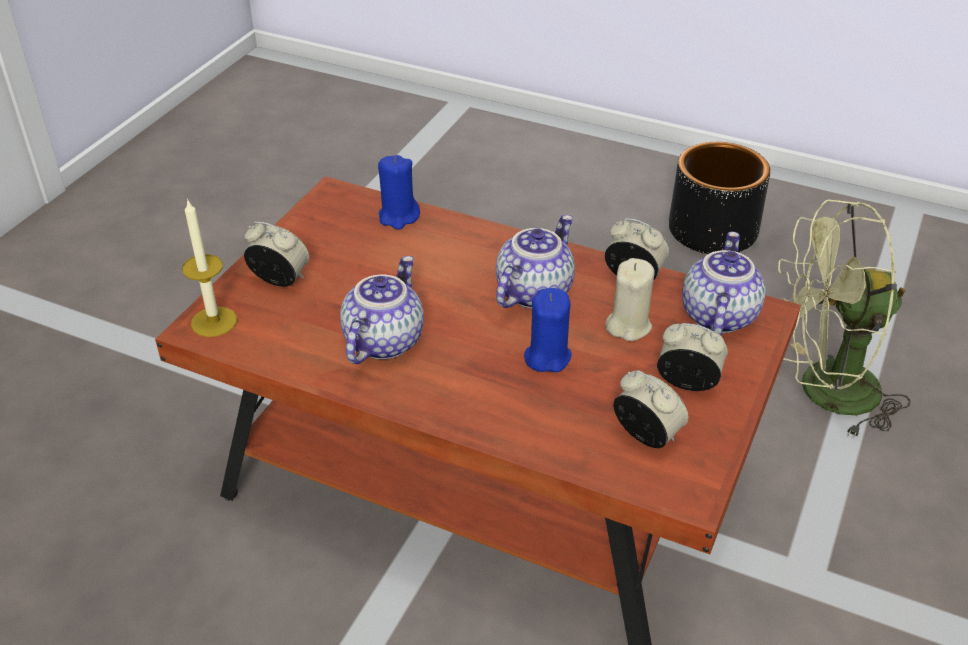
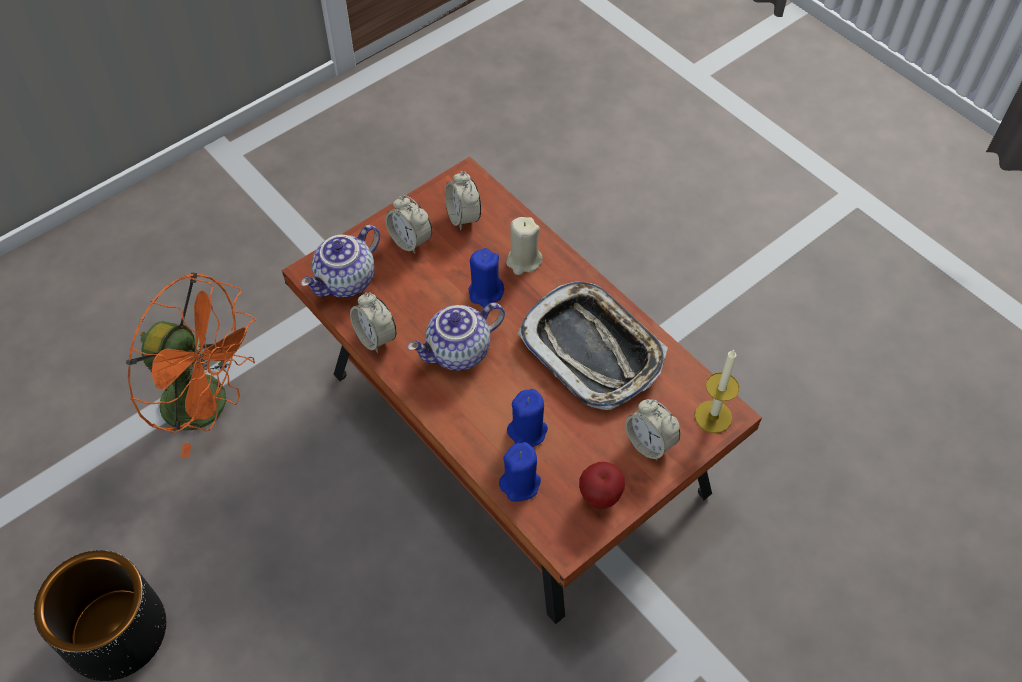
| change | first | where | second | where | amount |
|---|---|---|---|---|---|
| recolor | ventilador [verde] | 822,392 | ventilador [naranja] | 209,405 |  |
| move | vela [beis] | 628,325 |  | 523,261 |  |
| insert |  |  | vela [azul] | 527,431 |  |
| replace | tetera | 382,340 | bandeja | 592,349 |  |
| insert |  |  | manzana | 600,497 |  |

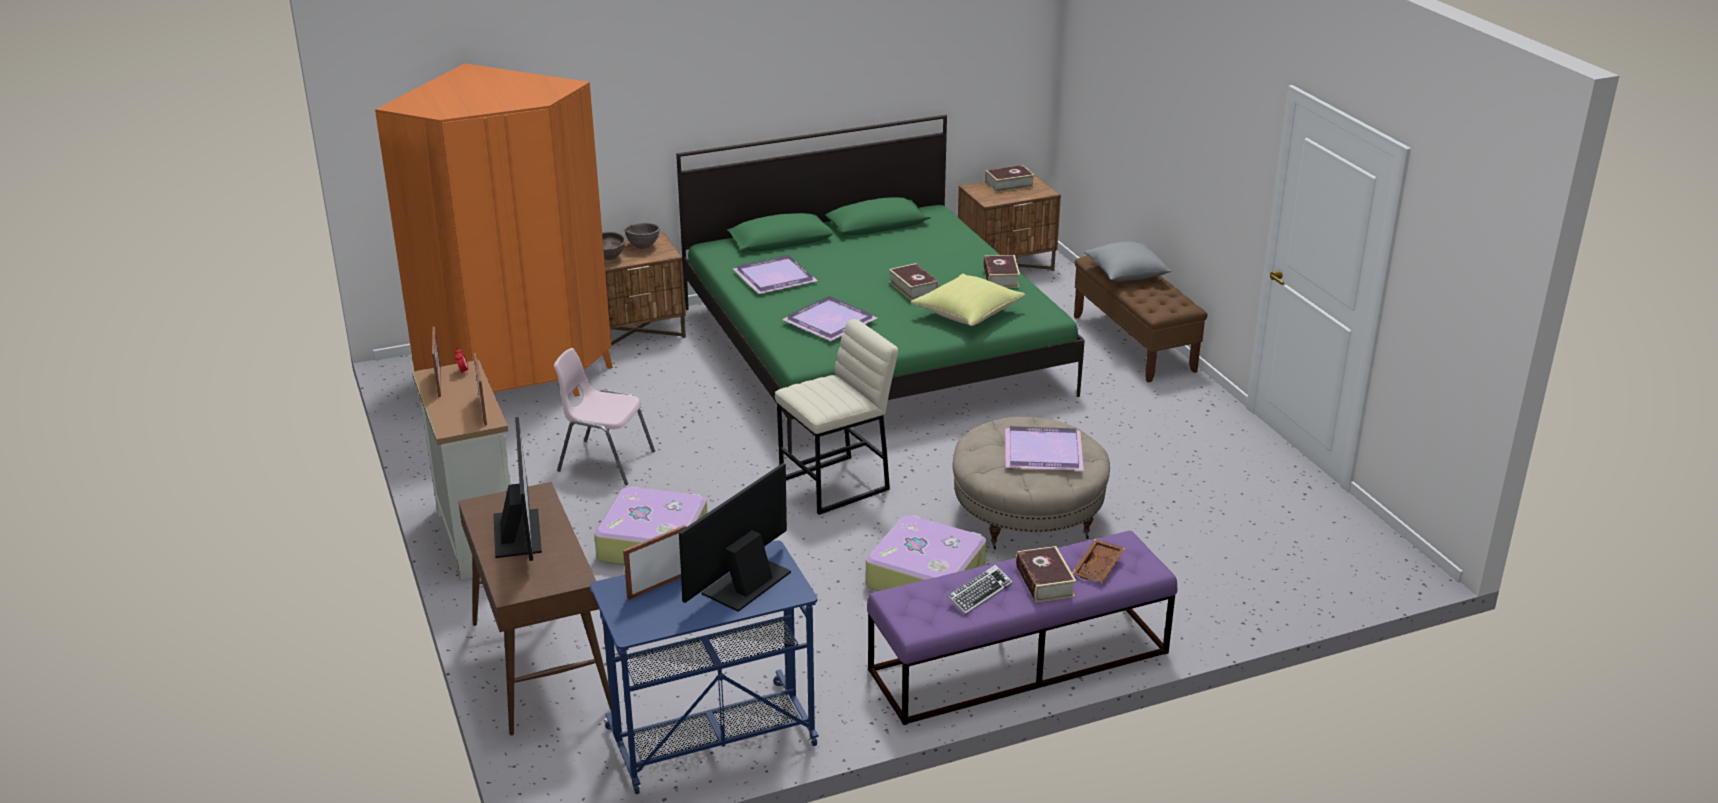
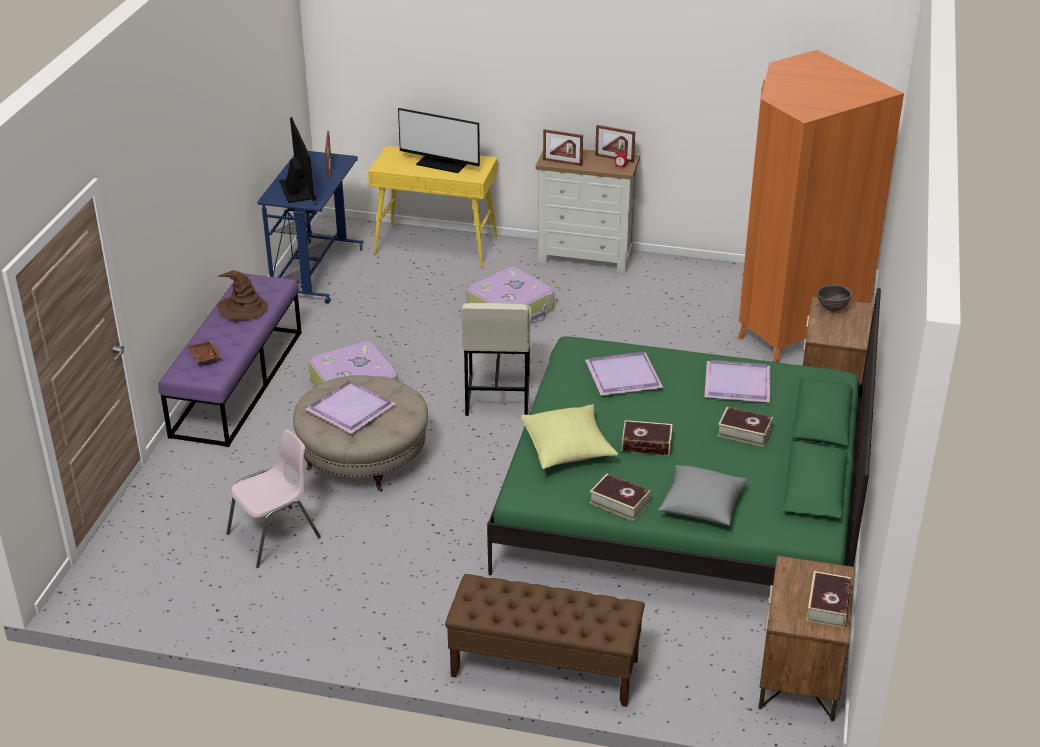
| change | first | where | second | where | amount |
|---|---|---|---|---|---|
| replace | teclado | 979,593 | sombrero [marrón] | 243,308 |  |
| move | silla [rosa] | 605,461 |  | 275,536 |  |
| recolor | mesa consola [marrón] | 540,665 | mesa consola [amarillo] | 436,245 |  |
| move | cojín [gris] | 1126,275 |  | 701,507 |  |
| move | libro | 1044,581 |  | 744,432 |  |
| delete | cuenco [marrón] | 643,247 |  |  |  |

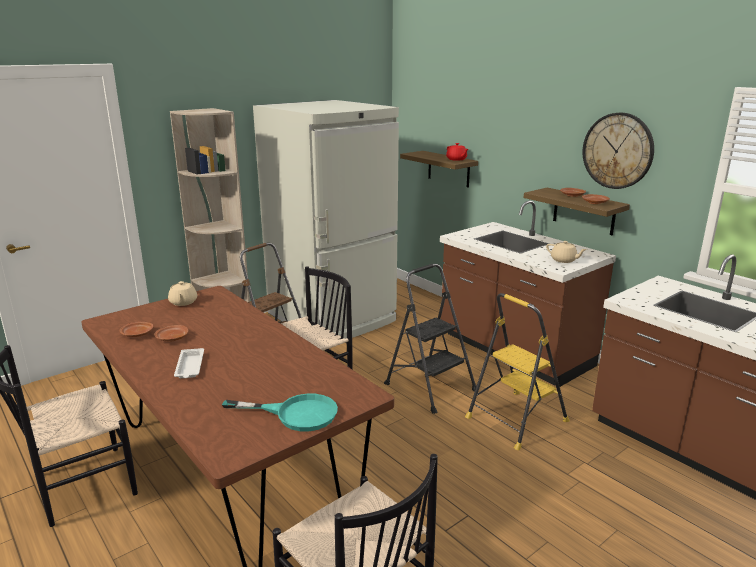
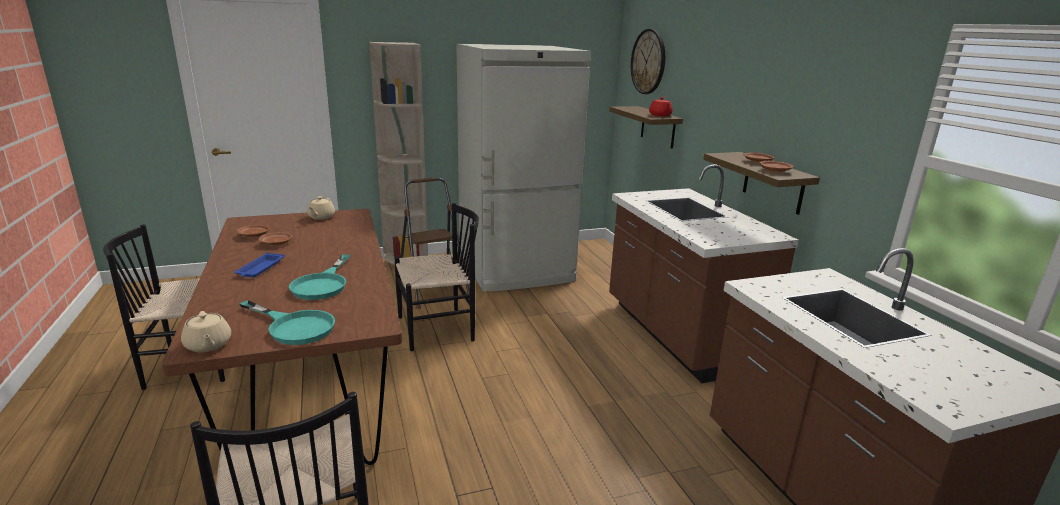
| change | first | where | second | where | amount |
|---|---|---|---|---|---|
| move | tetera [beis] | 564,260 |  | 208,345 |  |
| recolor | bandeja [blanco] | 190,367 | bandeja [azul] | 260,268 |  |
| insert |  |  | sartén [turquesa] | 323,284 |  |
| move | reloj de pared | 617,151 |  | 648,62 |  |
| delete | escalera de tijera [negro] | 428,385 |  |  |  |
| delete | escalera de tijera [amarillo] | 514,419 |  |  |  |

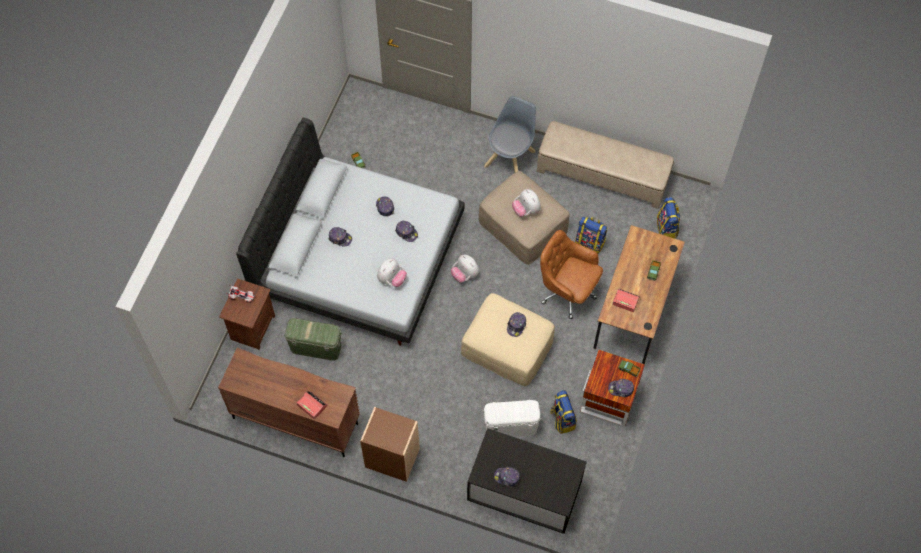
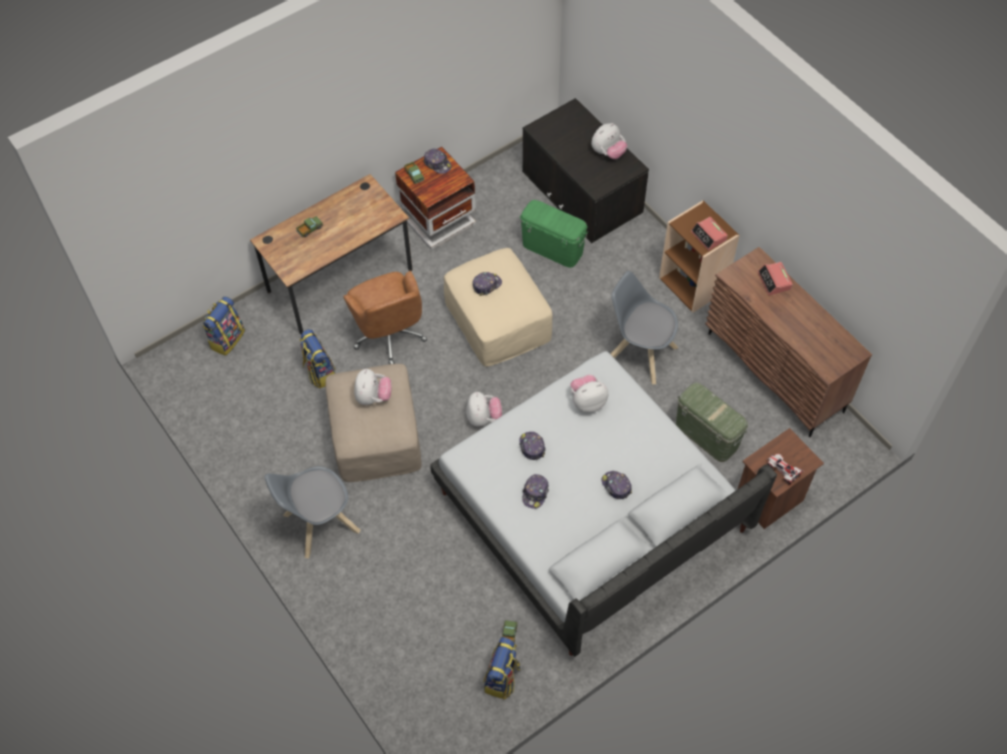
| change | first | where | second | where | amount |
|---|---|---|---|---|---|
| move | mochila | 562,419 |  | 502,678 |  |
| recolor | caja de almacenaje [blanco] | 511,426 | caja de almacenaje [verde] | 552,248 |  |
| replace | gorra | 507,477 | peluche | 608,153 |  |
| insert |  |  | silla [gris] | 639,353 |  |
| move | despertador | 625,300 |  | 708,236 |  |
| delete | banco [beis] | 603,174 |  |  |  |

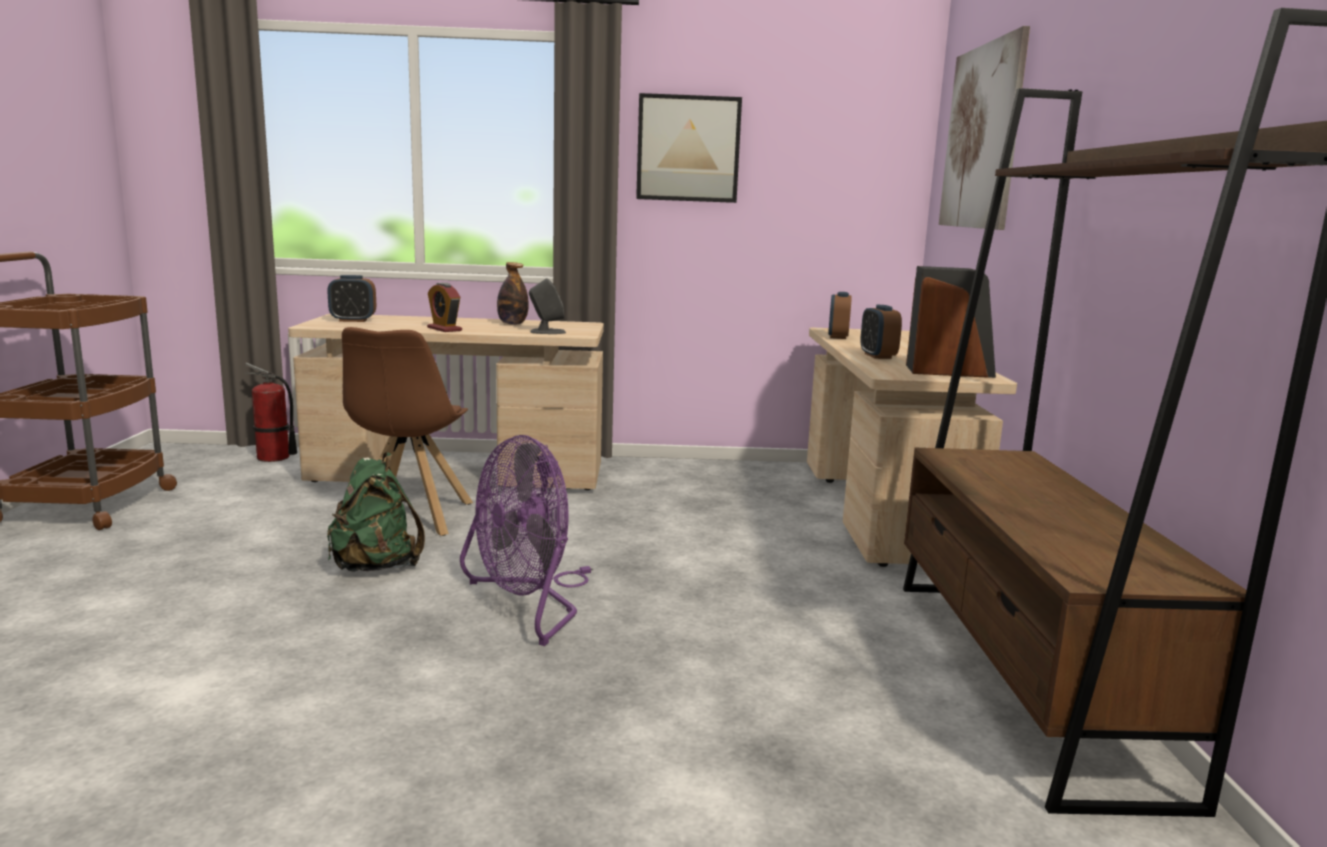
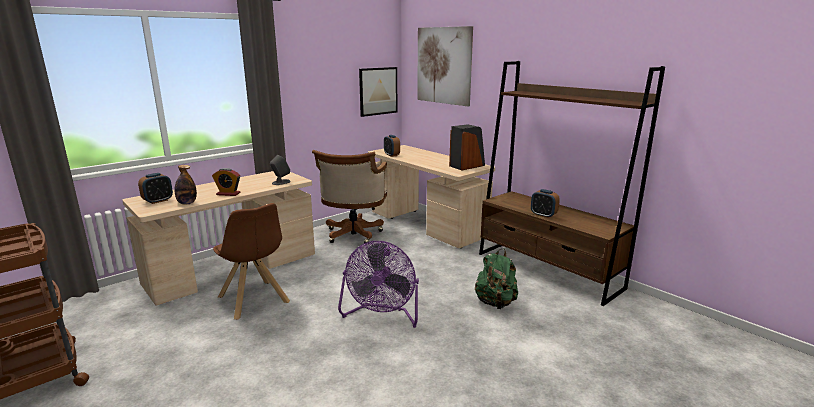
| change | first | where | second | where | amount |
|---|---|---|---|---|---|
| move | botella | 512,323 |  | 187,203 |  |
| insert |  |  | silla de oficina | 353,235 |  |
| move | cuadro | 688,149 |  | 378,91 |  |
| move | mochila [verde] | 376,567 |  | 495,303 |  |
| move | despertador | 877,356 |  | 543,215 |  |
| delete | extintor | 273,458 |  |  |  |

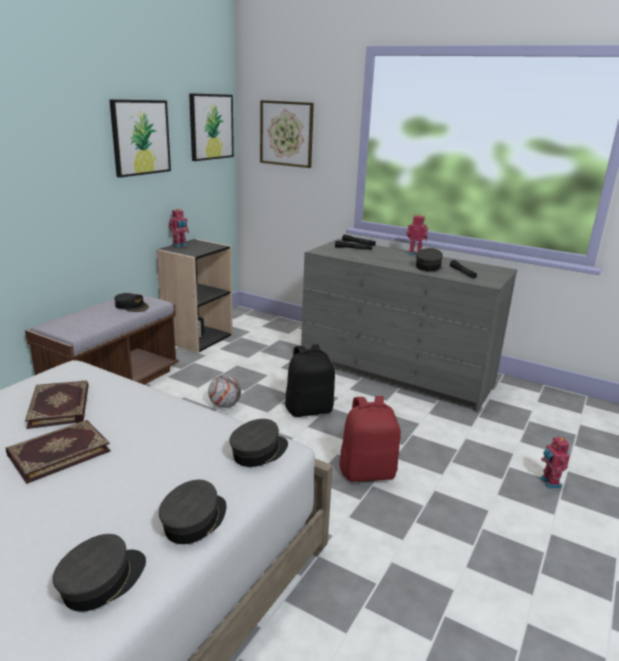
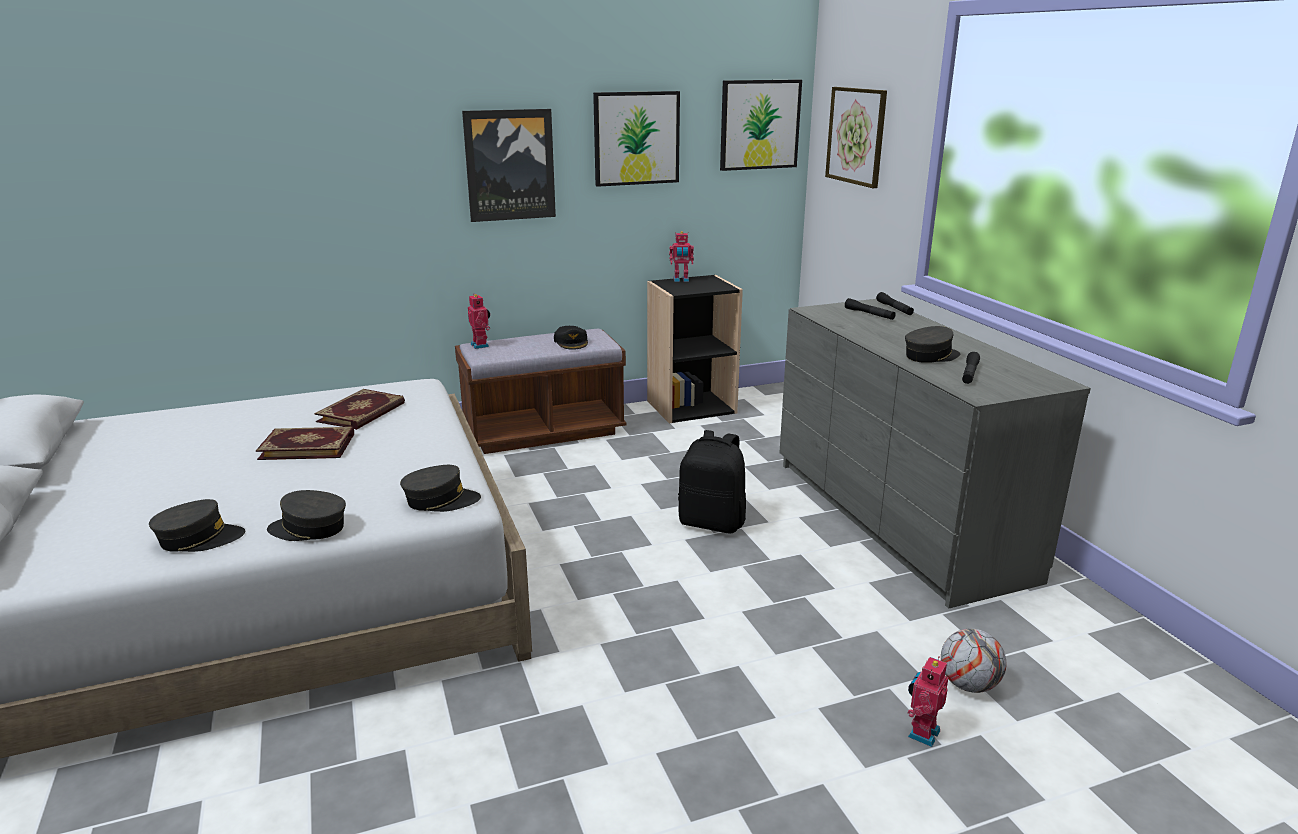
| change | first | where | second | where | amount |
|---|---|---|---|---|---|
| rotate | gorra [gris] | 194,521 |  | 309,528 | 150 degrees counterclockwise |
| insert |  |  | cuadro | 510,165 |  |
| move | robot de juguete | 415,254 |  | 481,345 |  |
| move | balón de fútbol | 225,405 |  | 968,685 |  |
| delete | mochila [rojo] | 367,472 |  |  |  |

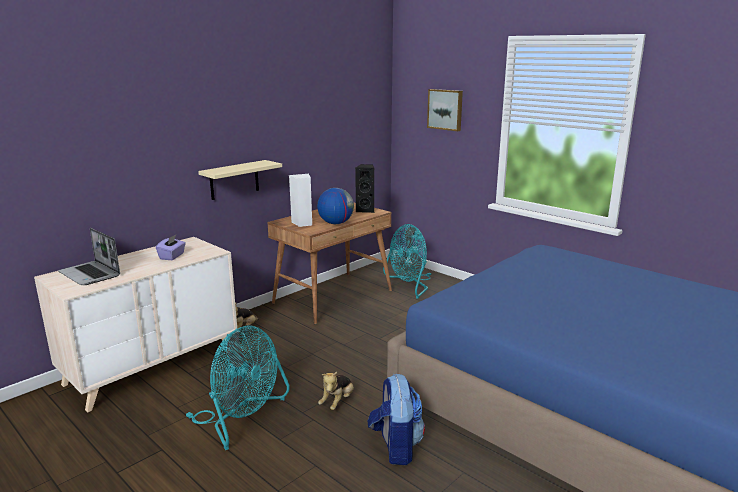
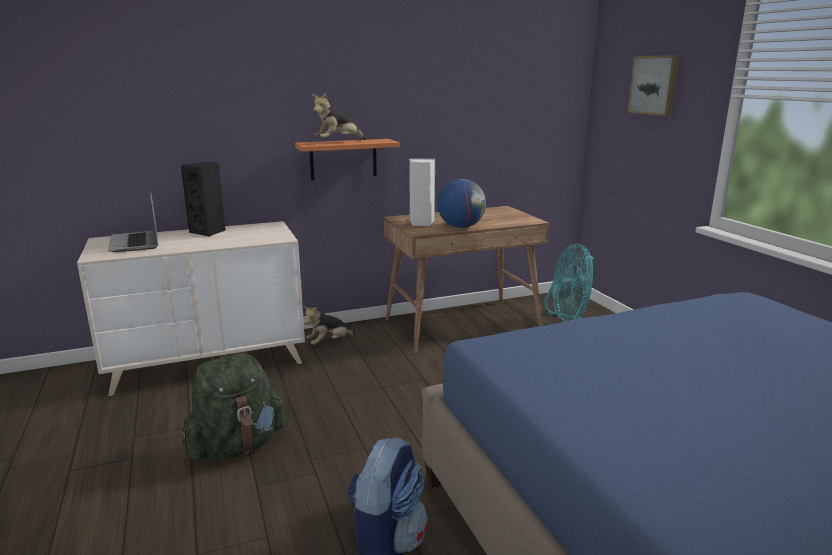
| change | first | where | second | where | amount |
|---|---|---|---|---|---|
| move | altavoz [negro] | 366,210 |  | 209,232 |  |
| replace | ventilador [turquesa] | 239,419 | mochila [verde] | 237,446 |  |
| recolor | estante [beis] | 234,180 | estante [naranja] | 343,159 |  |
| move | peluche | 338,402 |  | 338,142 |  |
| delete | caja de pañuelos [morado] | 172,256 |  |  |  |

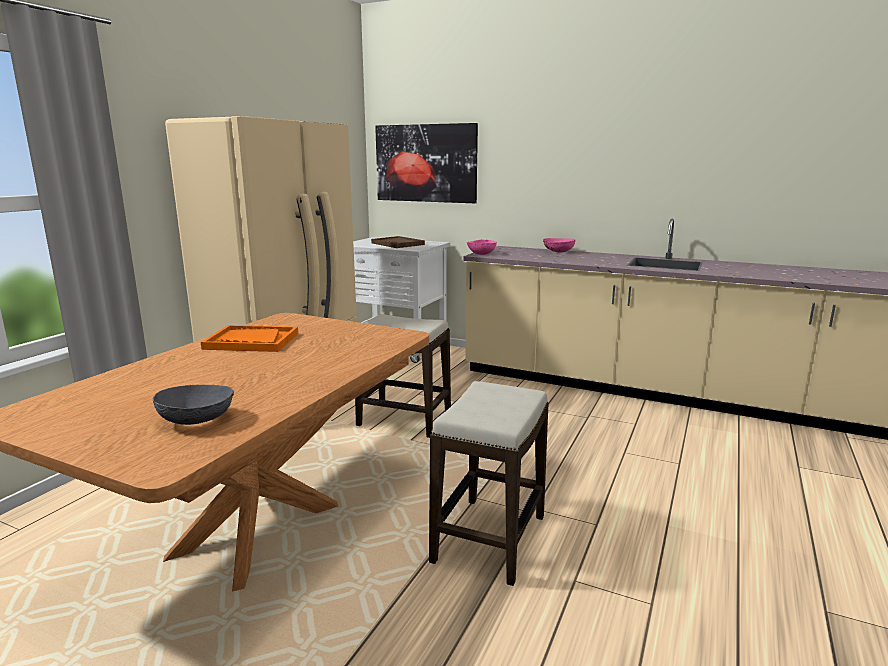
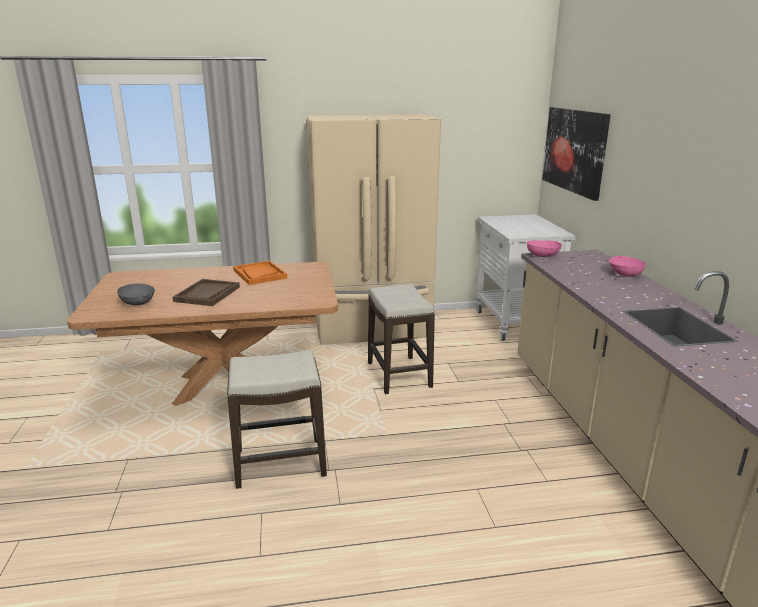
| change | first | where | second | where | amount |
|---|---|---|---|---|---|
| move | bandeja [marrón] | 398,244 |  | 207,294 |  |

